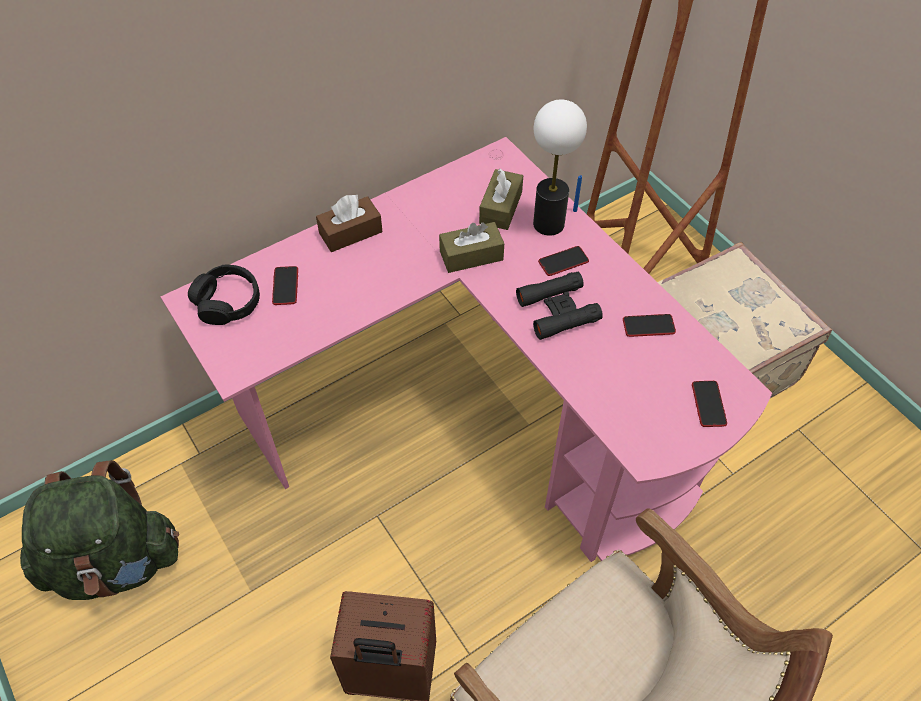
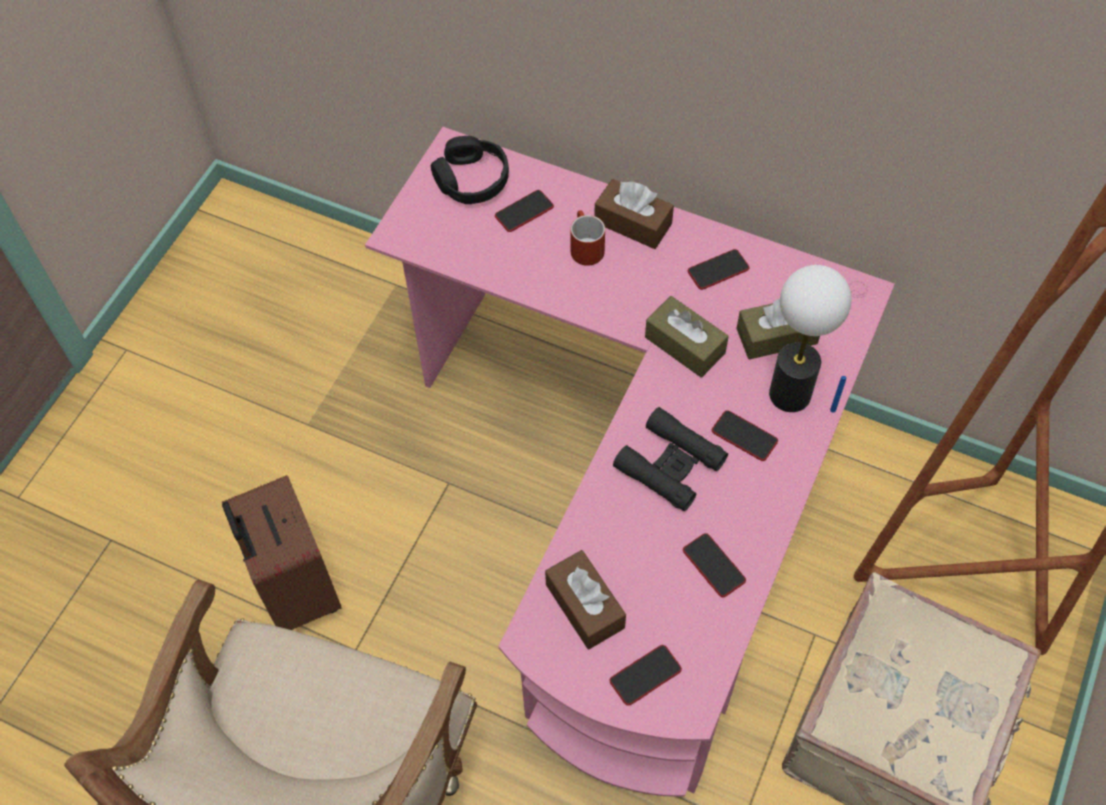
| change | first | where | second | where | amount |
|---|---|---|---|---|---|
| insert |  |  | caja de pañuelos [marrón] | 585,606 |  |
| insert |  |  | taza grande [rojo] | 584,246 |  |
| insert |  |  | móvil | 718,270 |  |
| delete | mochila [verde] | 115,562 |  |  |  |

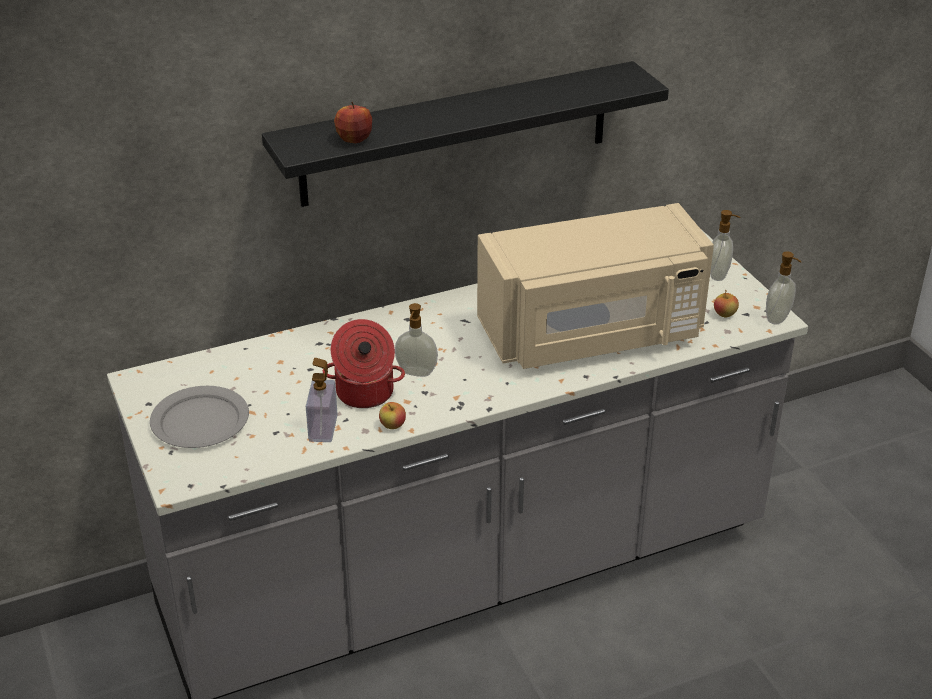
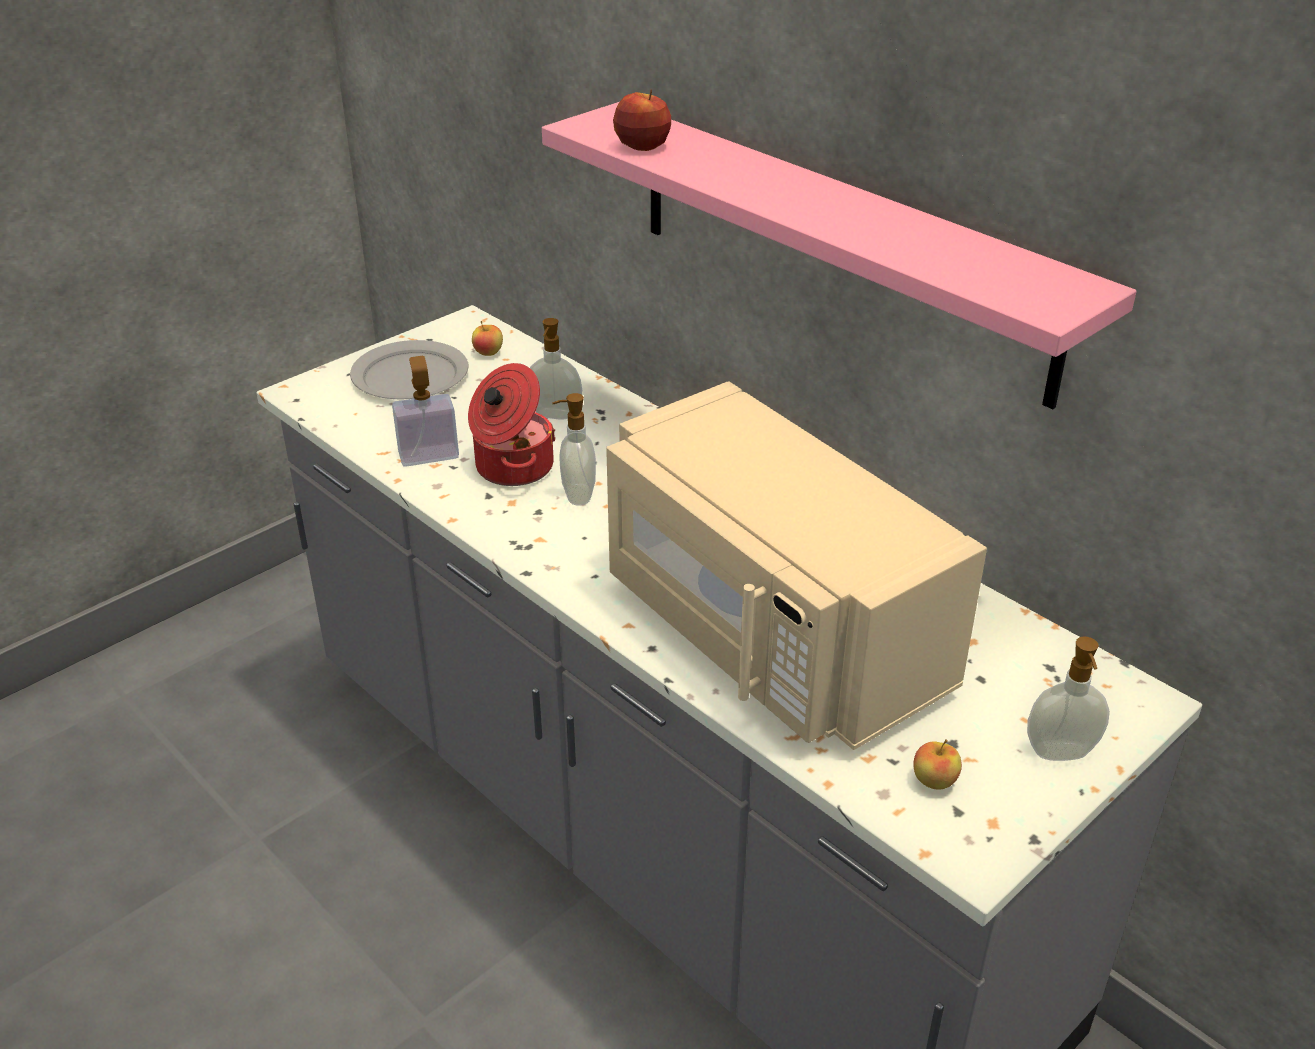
| change | first | where | second | where | amount |
|---|---|---|---|---|---|
| move | manzana | 393,425 |  | 488,353 |  |
| move | dispensador de jabón | 778,318 |  | 554,415 |  |
| recolor | estante [negro] | 456,134 | estante [rosa] | 837,247 |  |

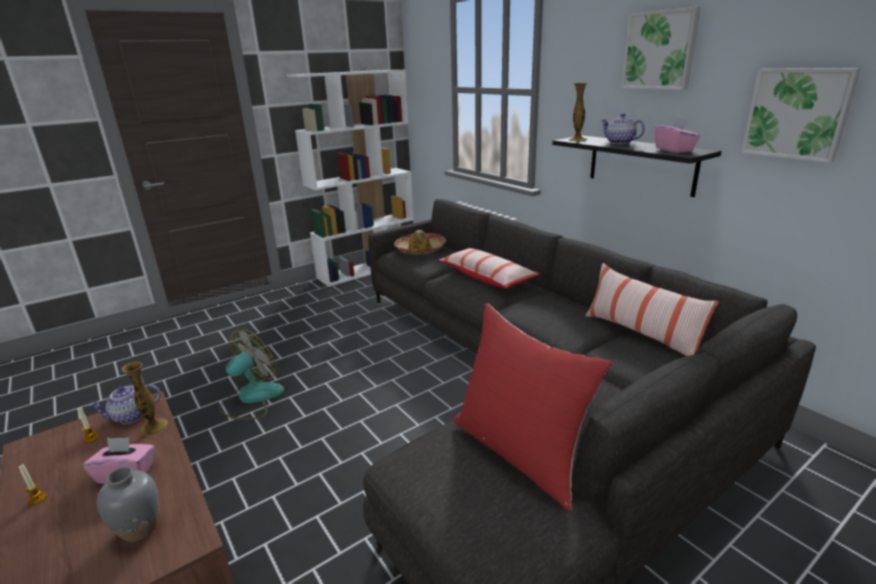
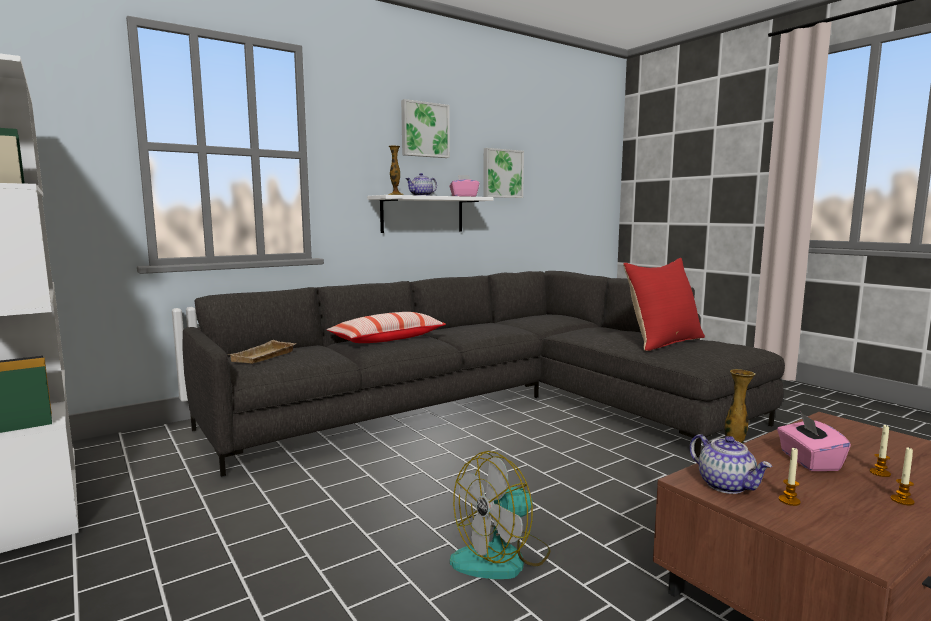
| change | first | where | second | where | amount |
|---|---|---|---|---|---|
| replace | sombrero | 420,249 | bandeja [beis] | 264,357 |  |
| recolor | estante [negro] | 641,164 | estante [blanco] | 422,214 |  |
| rotate | ventilador | 251,398 |  | 502,557 | 75 degrees counterclockwise |
| insert |  |  | vela | 880,473 |  |
| delete | florero [gris] | 140,528 |  |  |  |
| delete | cojín | 641,334 |  |  |  |

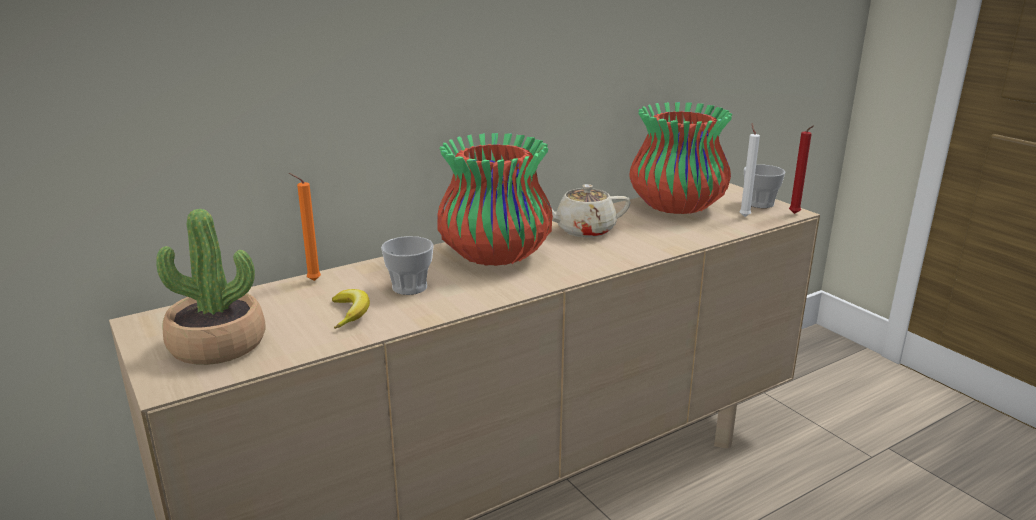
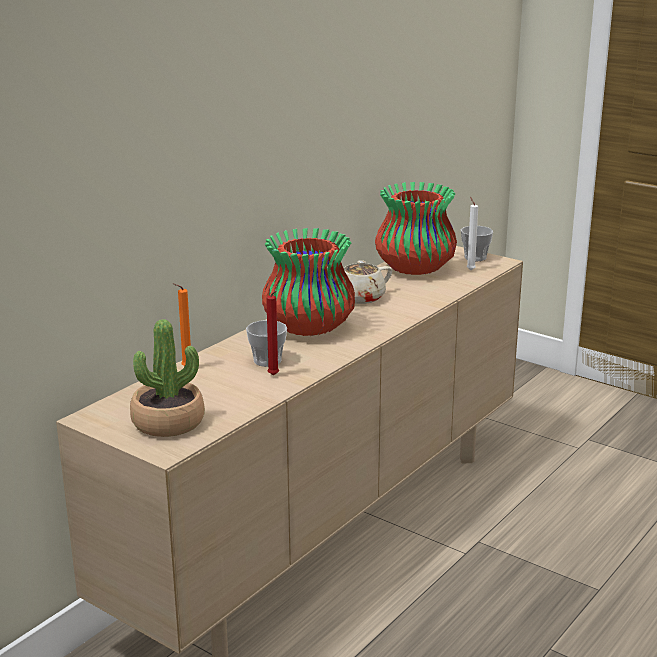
| change | first | where | second | where | amount |
|---|---|---|---|---|---|
| move | vela [rojo] | 795,214 |  | 274,376 |  |
| delete | plátano | 350,313 |  |  |  |

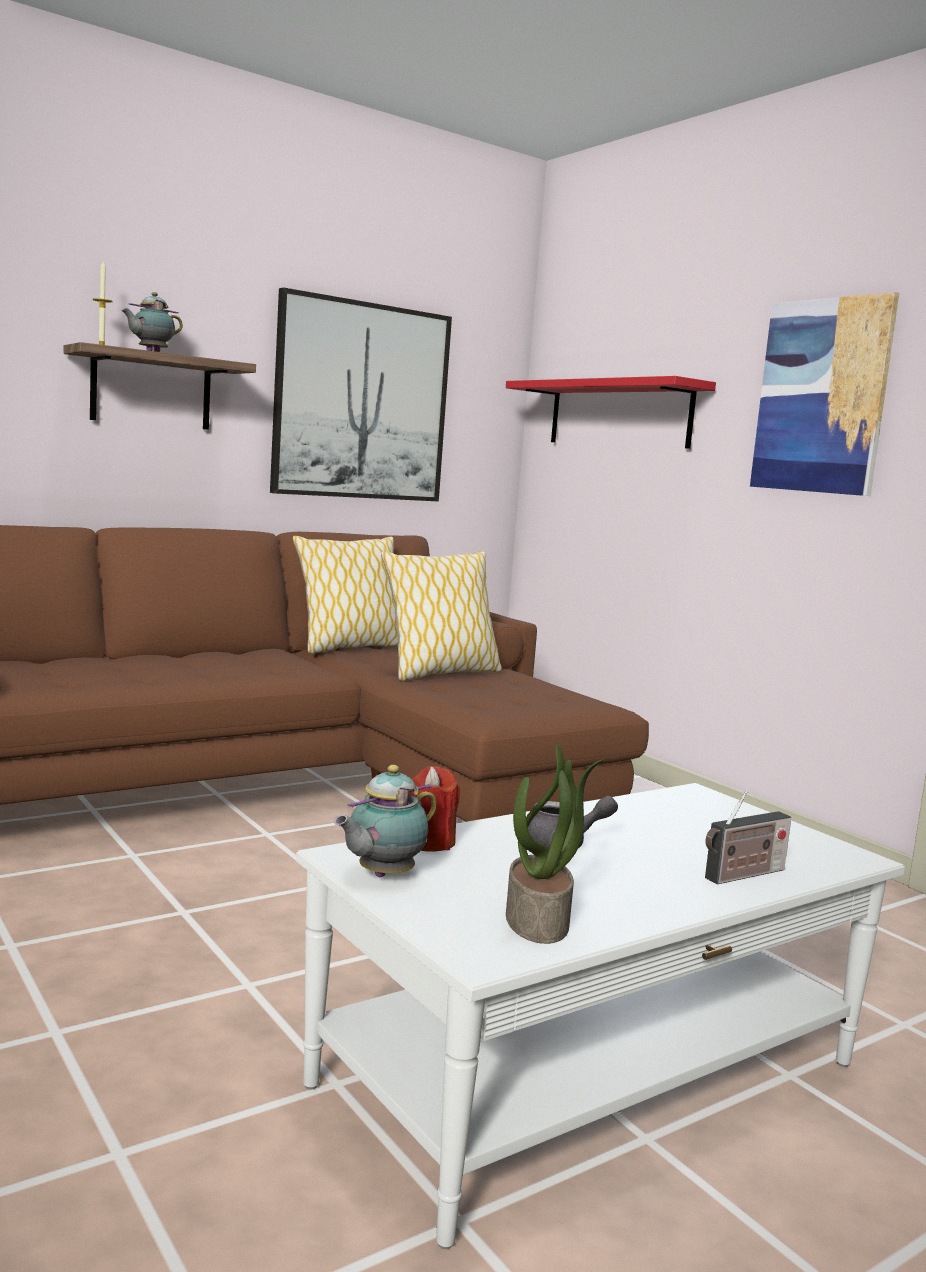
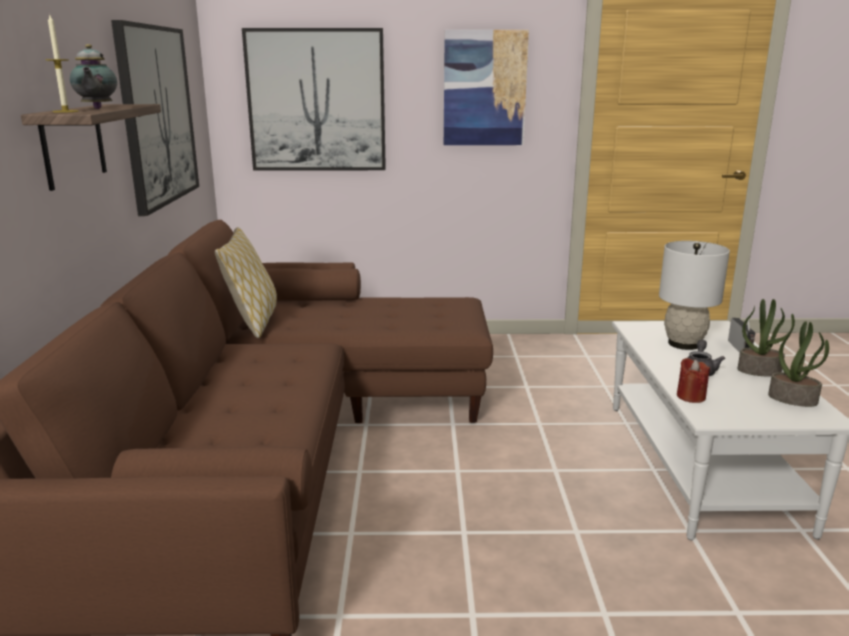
| change | first | where | second | where | amount |
|---|---|---|---|---|---|
| replace | estante [rojo] | 619,414 | cuadro | 316,101 |  |
| insert |  |  | lámpara de mesa [blanco] | 683,344 |  |
| insert |  |  | planta en maceta | 759,370 |  |
| delete | tetera | 382,875 |  |  |  |
| delete | cojín | 440,673 |  |  |  |

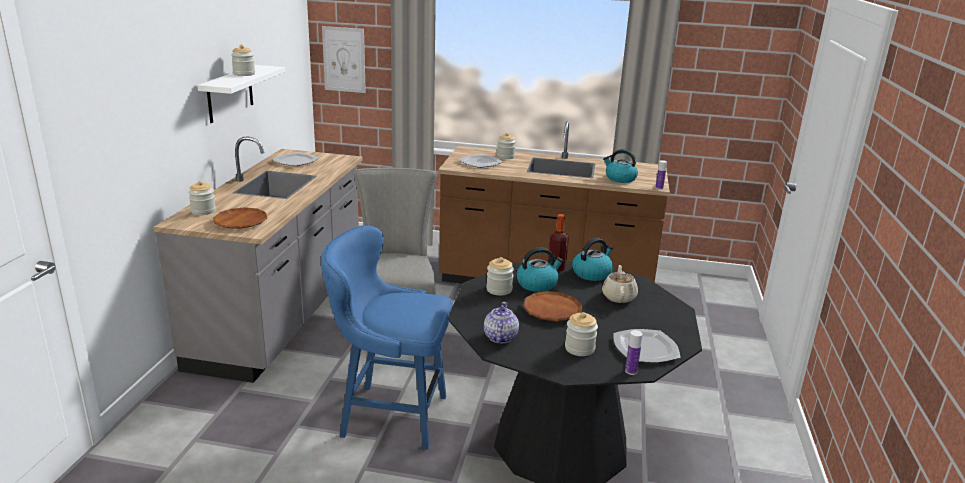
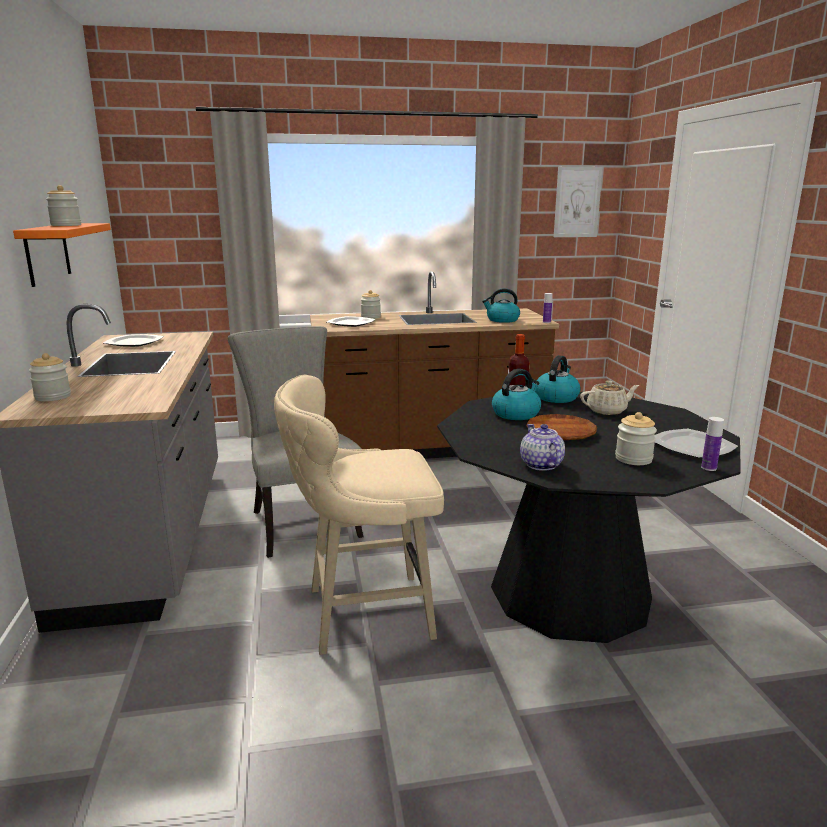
| change | first | where | second | where | amount |
|---|---|---|---|---|---|
| recolor | estante [blanco] | 230,93 | estante [naranja] | 47,253 |  |
| recolor | taburete [azul] | 389,415 | taburete [beis] | 362,613 |  |
| move | cuadro | 344,59 |  | 577,202 |  |
| rotate | tetera [beis] | 619,297 |  | 607,411 | 90 degrees clockwise |
| delete | plato [marrón] | 241,222 |  |  |  |
| delete | tarro | 499,290 |  |  |  |

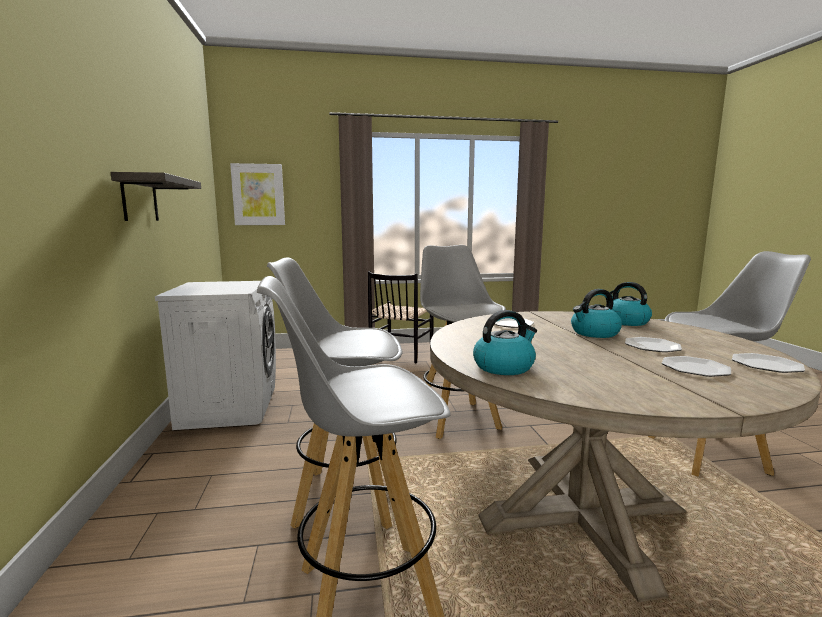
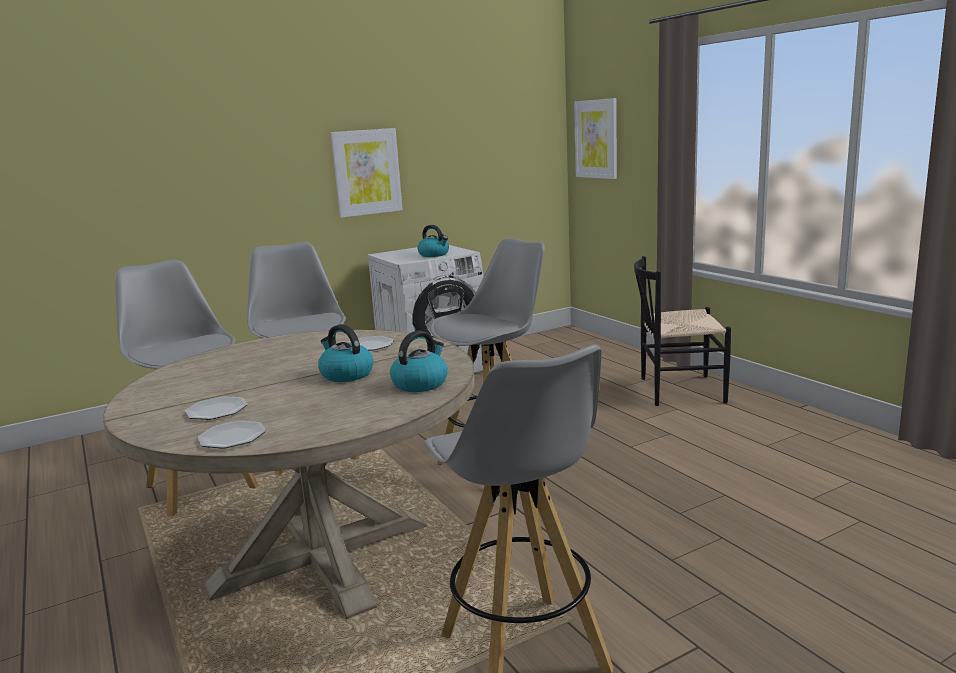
| change | first | where | second | where | amount |
|---|---|---|---|---|---|
| replace | estante | 139,199 | cuadro | 366,172 |  |
| move | hervidor | 504,367 |  | 434,254 |  |
| delete | plato | 652,347 |  |  |  |

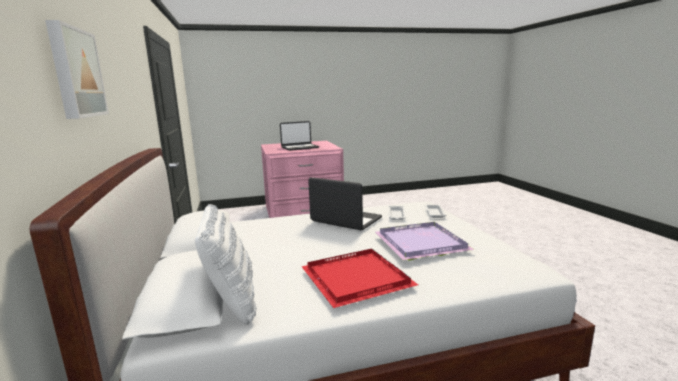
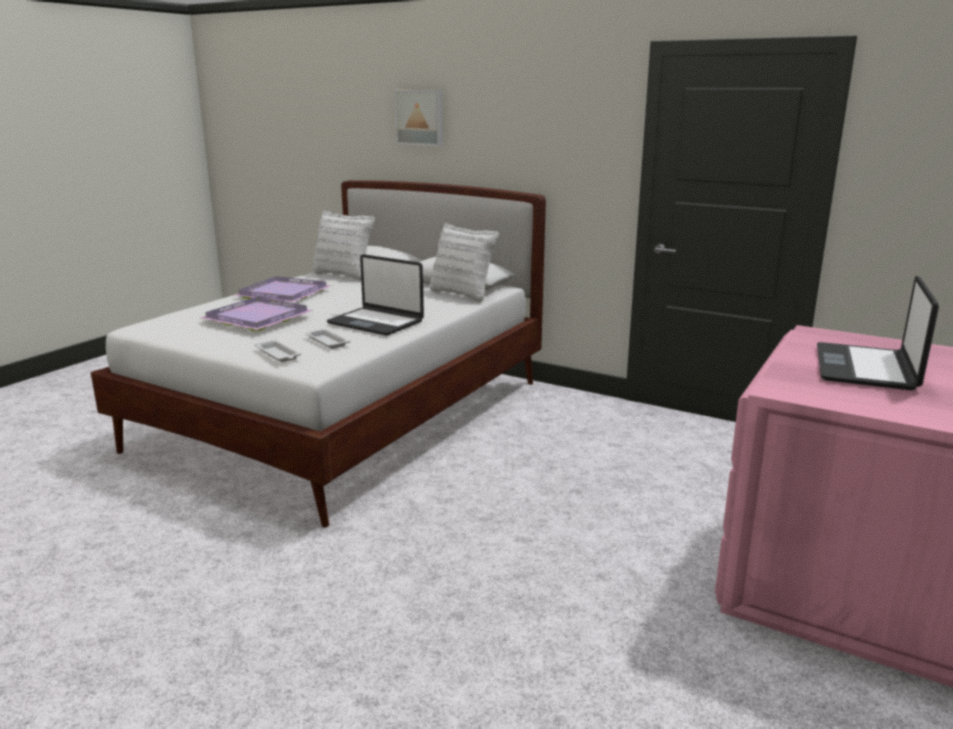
| change | first | where | second | where | amount |
|---|---|---|---|---|---|
| recolor | bandeja [rojo] | 354,278 | bandeja [morado] | 285,293 |  |
| rotate | portátil | 346,220 |  | 376,322 | 45 degrees clockwise |
| insert |  |  | cojín [blanco] | 463,294 |  |

